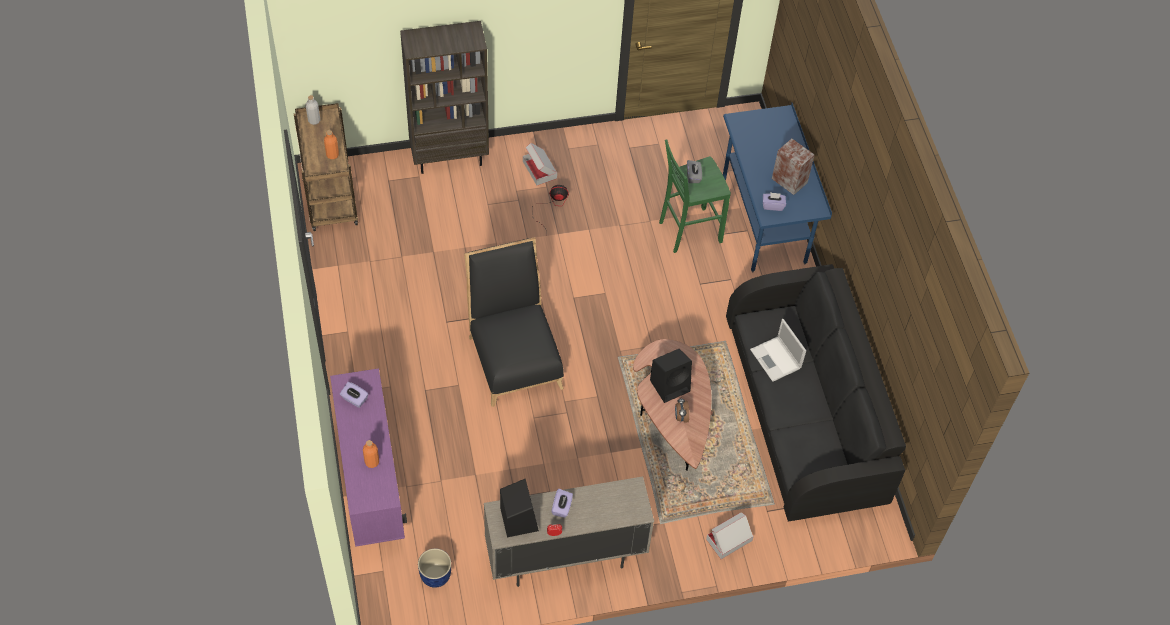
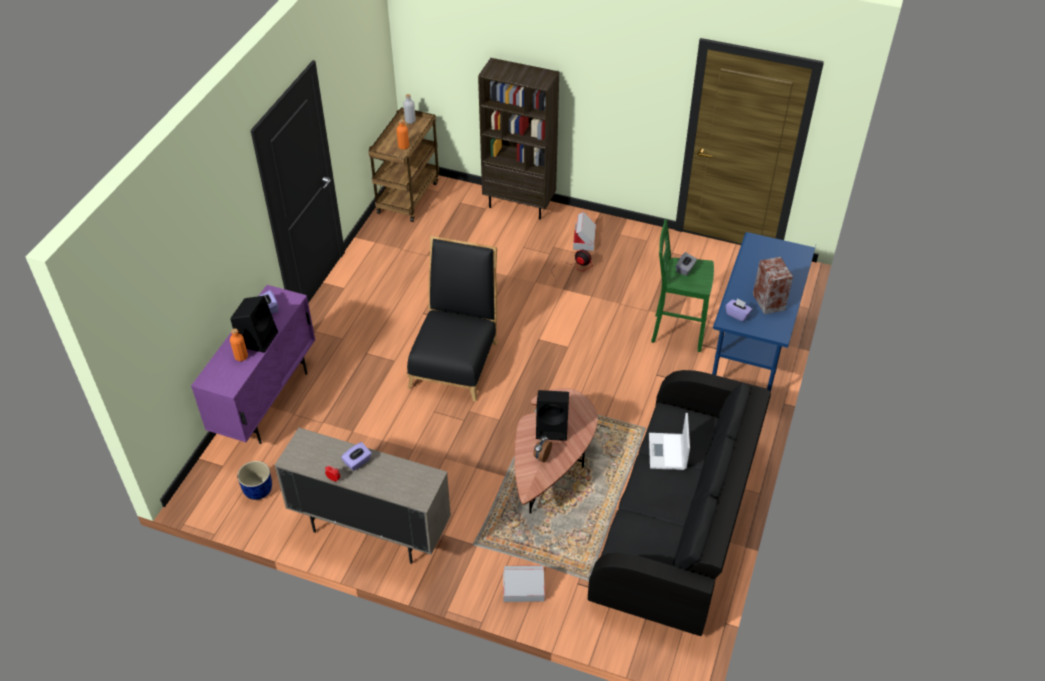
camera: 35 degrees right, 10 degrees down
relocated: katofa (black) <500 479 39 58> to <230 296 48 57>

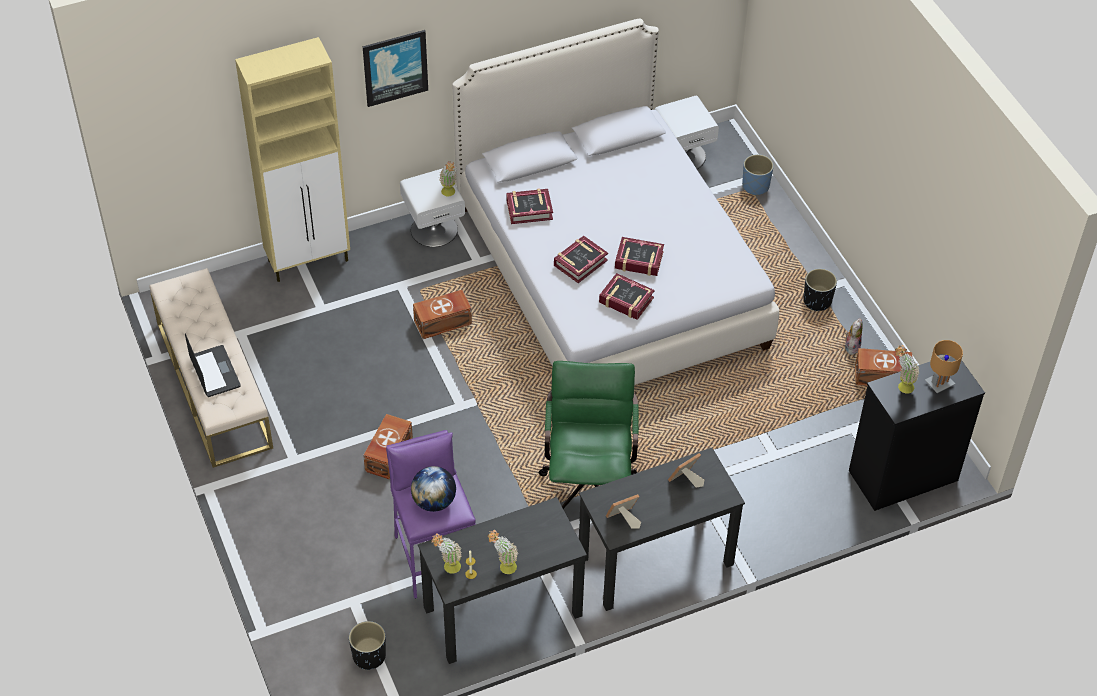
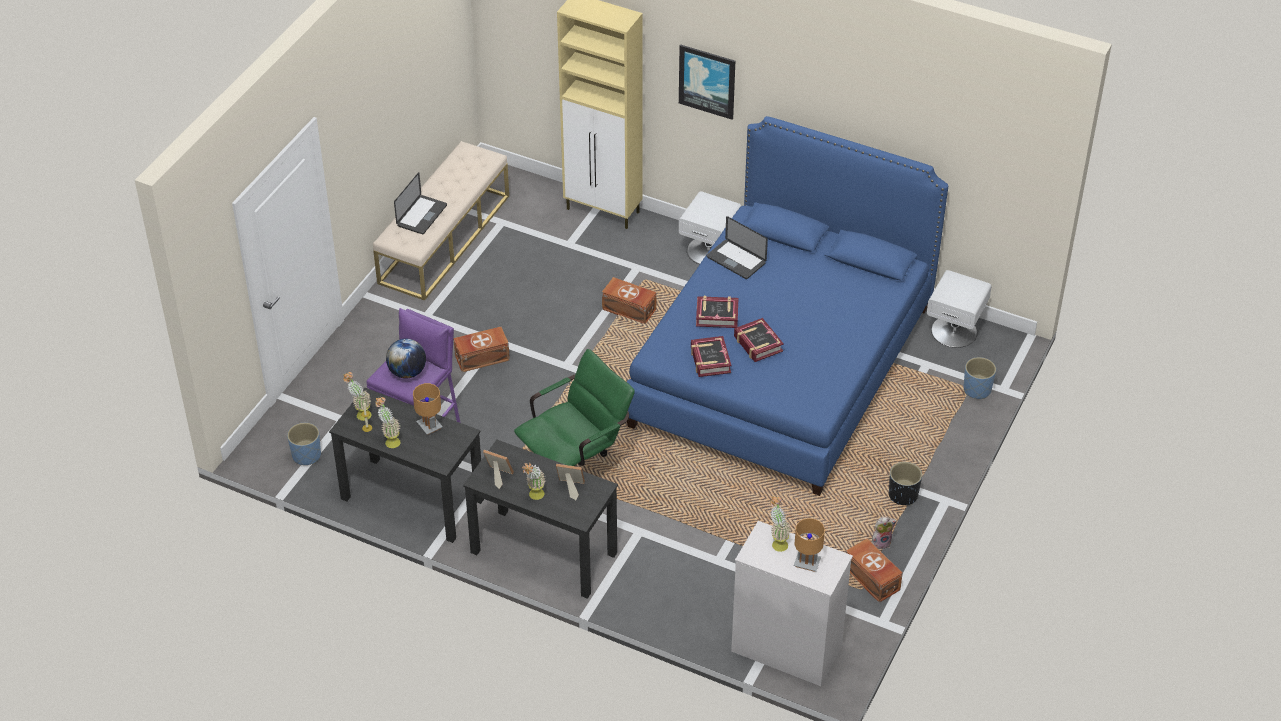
camera: 50 degrees right, 5 degrees down
appeared: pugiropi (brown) <413 383 30 52>
relocated: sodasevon <439 161 18 36> to <522 463 24 37>
exchanged: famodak <506 188 47 36> to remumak <707 216 61 63>
colour: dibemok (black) <349 621 37 49> to dibemok (blue) <287 423 34 42>; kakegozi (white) <453 19 326 366> to kakegozi (blue) <627 116 321 380>; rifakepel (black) <849 357 136 154> to rifakepel (white) <731 521 122 165>

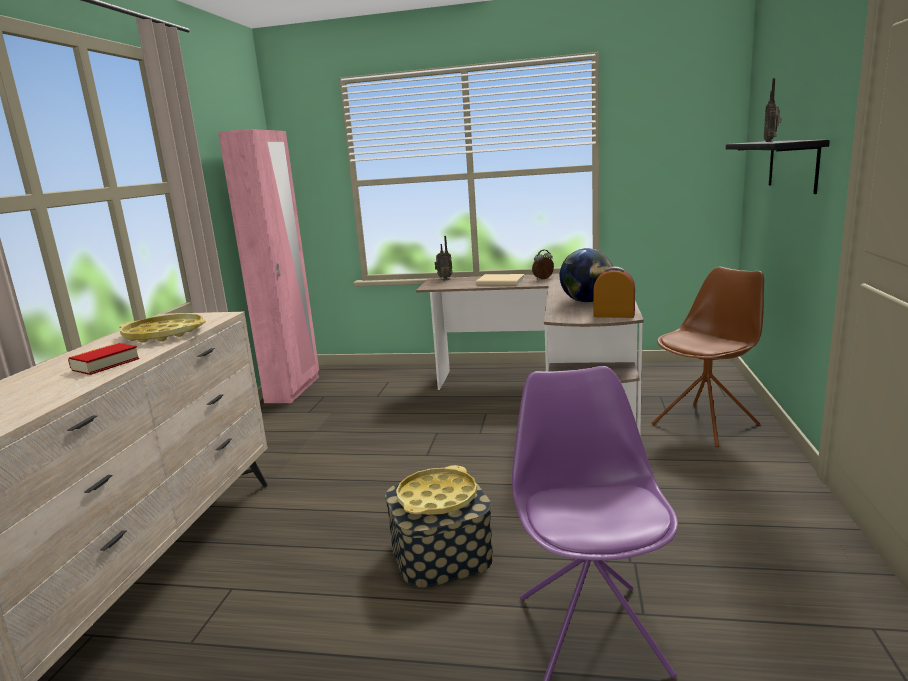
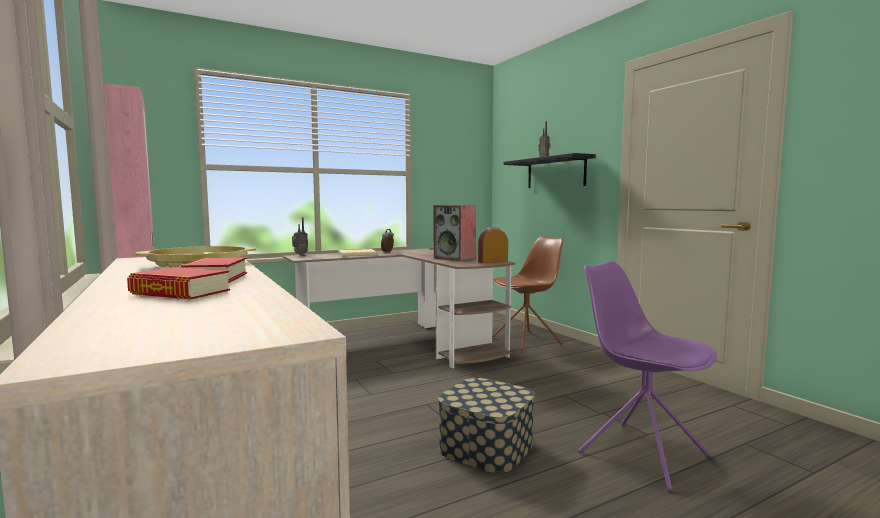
camera: 40 degrees left, 10 degrees down
missing: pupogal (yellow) <396 465 81 50>
appeared: famodak <127 267 103 32>
exchanged: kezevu <560 248 53 54> to katofa <434 205 42 56>
spun: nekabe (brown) <652 267 112 180> = <492 236 71 115> 45 degrees clockwise

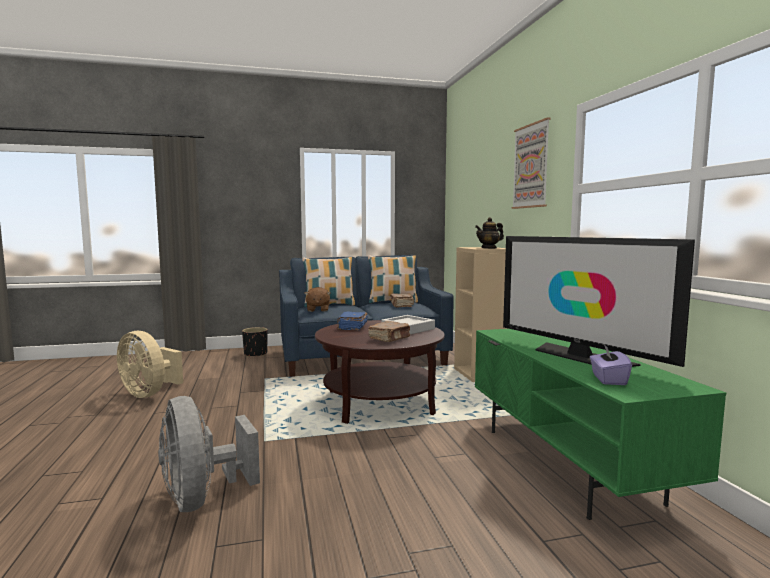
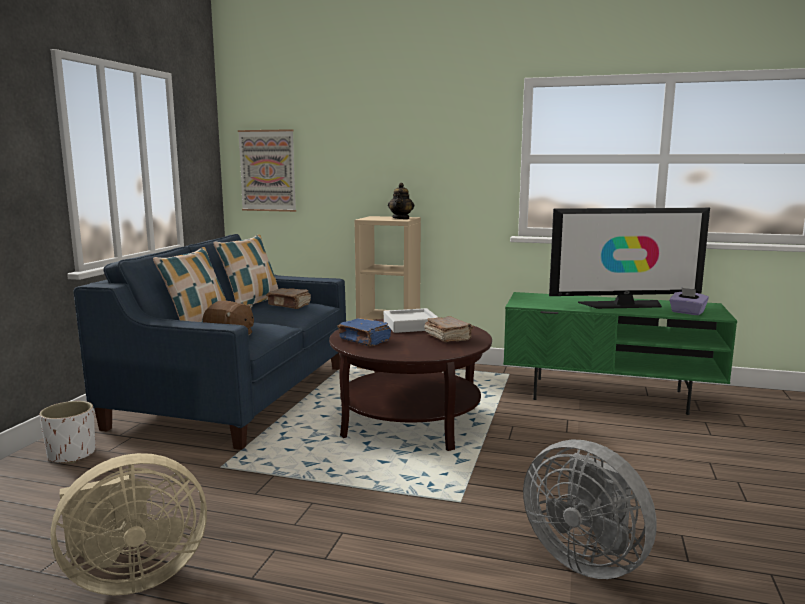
camera: 60 degrees left, 5 degrees up
relocated: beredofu <512 117 39 92> to <238 129 58 83>
colour: dibemok (black) <242 327 26 30> to dibemok (white) <39 401 57 62>
spun: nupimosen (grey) <158 396 102 116> = <523 439 133 140> 45 degrees clockwise

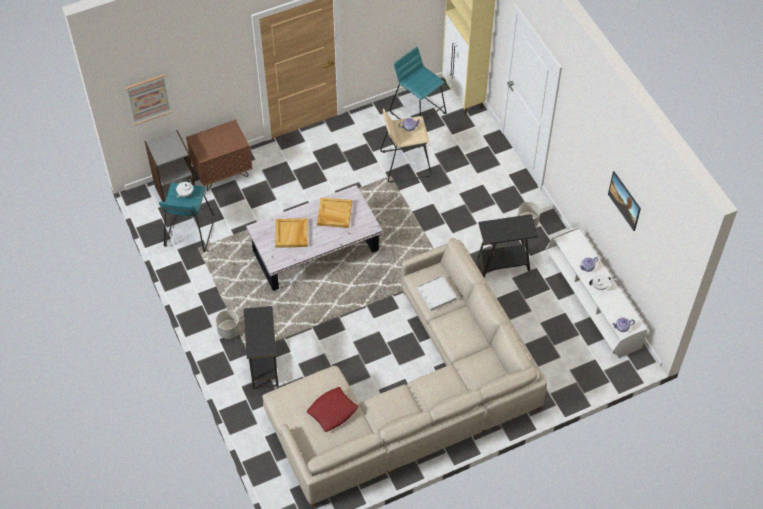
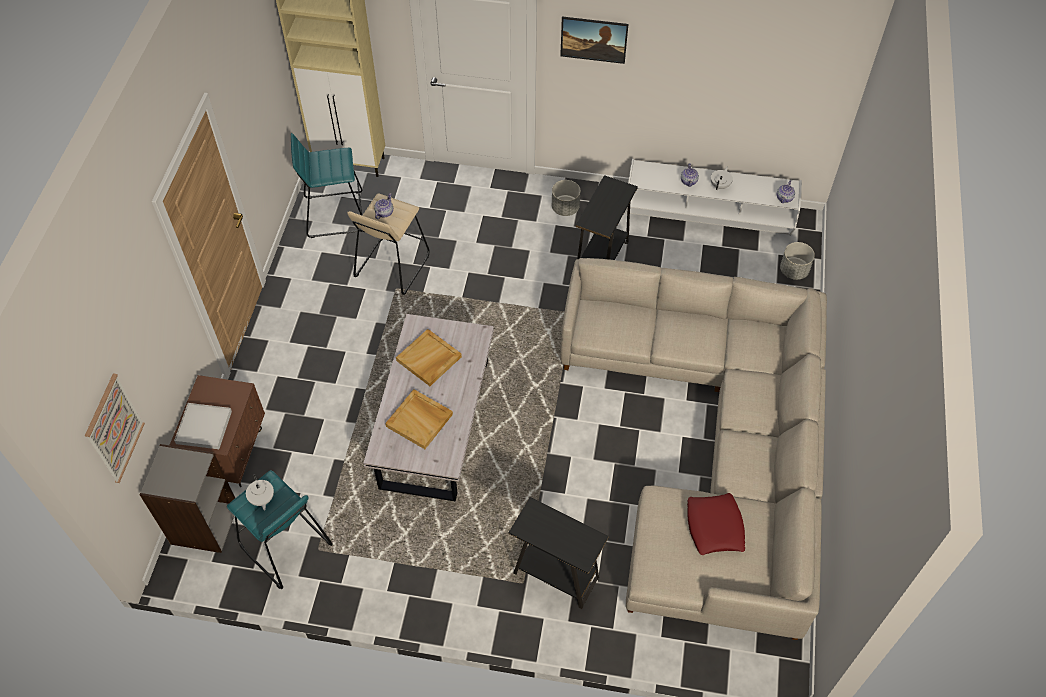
camera: 55 degrees left, 0 degrees up
relocated: pupogal (white) <417 275 40 36> to <174 403 58 46>; beredofu <608 171 33 60> to <560 17 68 47>; dibemok (grey) <216 310 24 29> to <780 242 35 38>

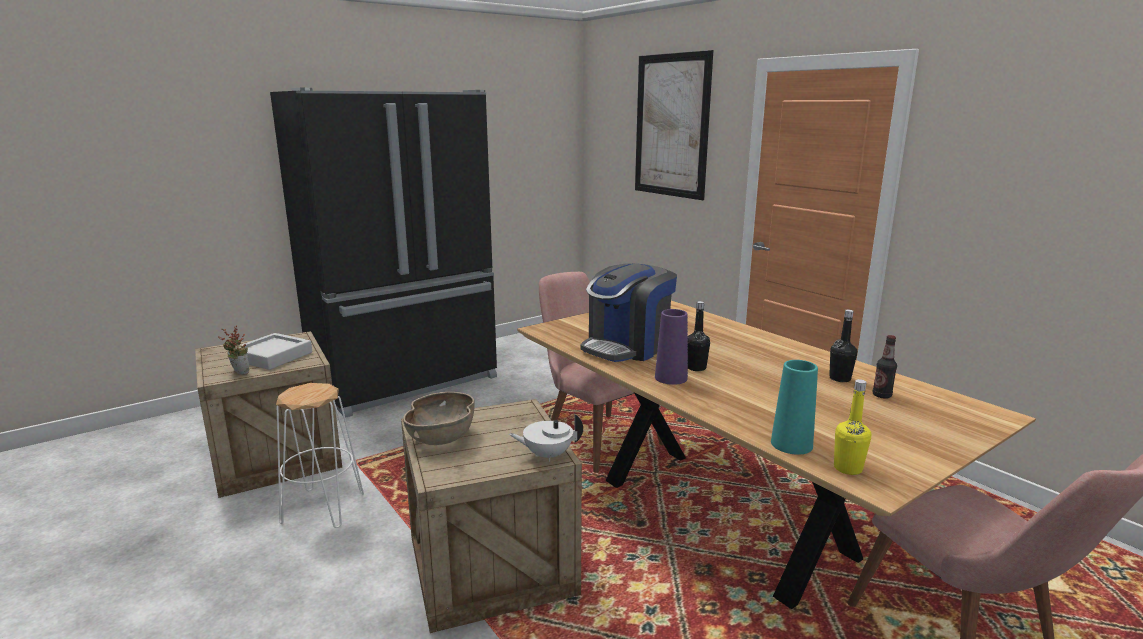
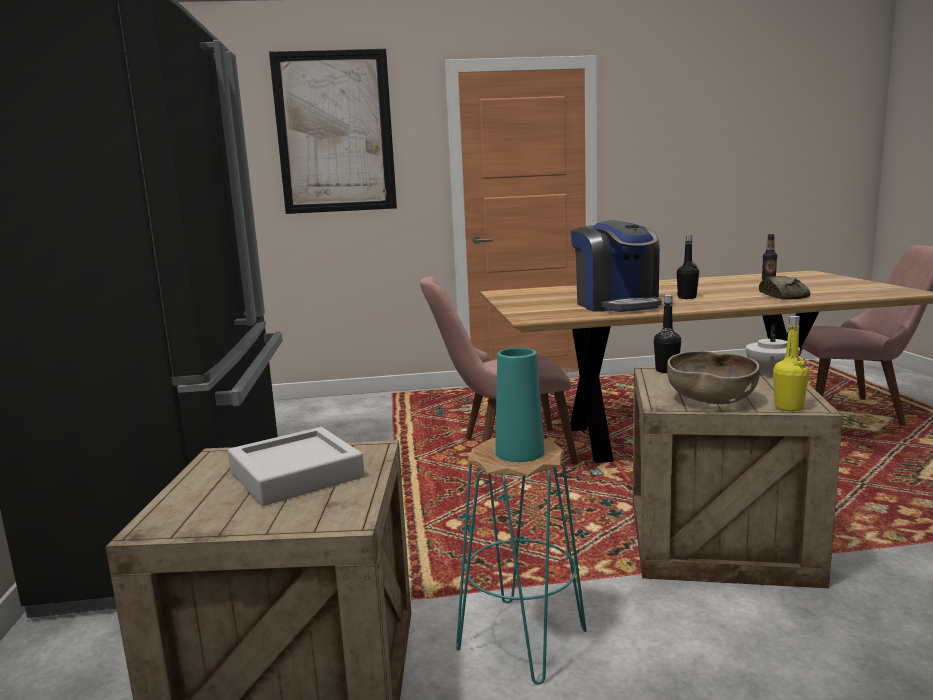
camera: 60 degrees left, 5 degrees down
missing: sodasevon <218 325 31 50>; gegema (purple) <655 309 33 76>
appeared: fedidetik <759 276 52 24>
relocated: gegema (turquoise) <771 360 47 95> to <495 348 49 114>; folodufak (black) <829 309 28 73> to <654 295 27 78>; folodufak (yellow) <834 379 37 96> to <773 316 36 96>
colour: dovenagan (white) <276 383 88 145> to dovenagan (turquoise) <456 438 131 247>

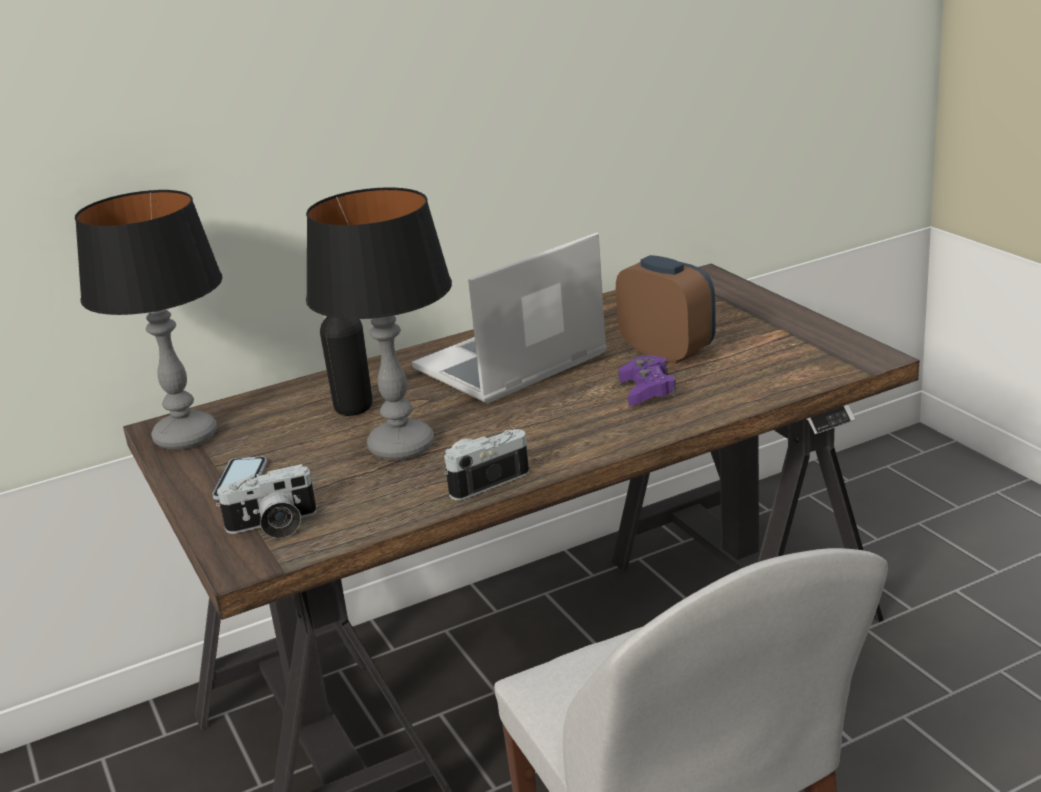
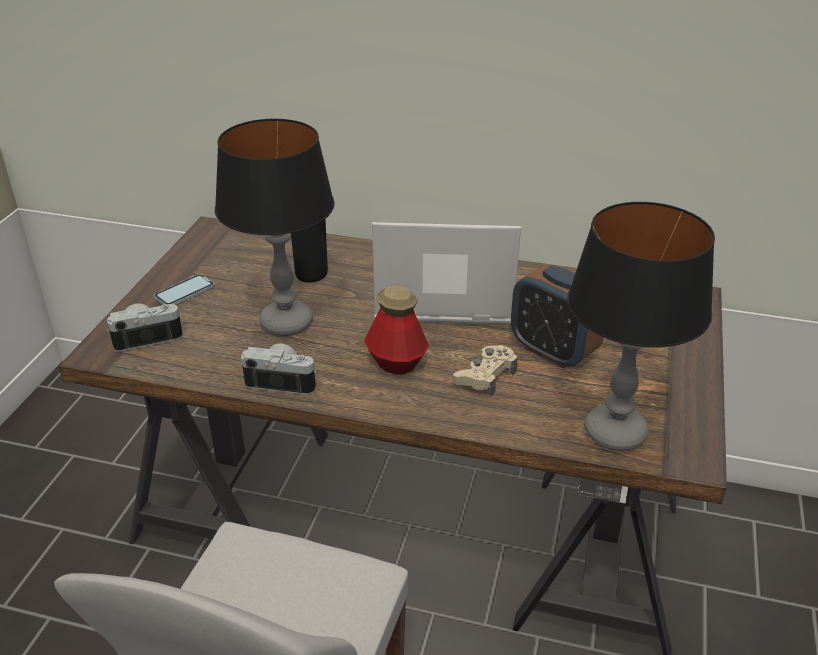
camera: 40 degrees right, 10 degrees up
appeared: folodufak <364 286 65 89>
relocated: pugiropi <75 190 147 260> to <567 202 148 249>
colour: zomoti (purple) <619 355 58 51> to zomoti (beige) <453 345 64 52>
spun: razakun <216 464 101 74> = <106 303 77 49> 135 degrees clockwise; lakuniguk <616 255 100 109> = <511 264 93 105> 135 degrees clockwise

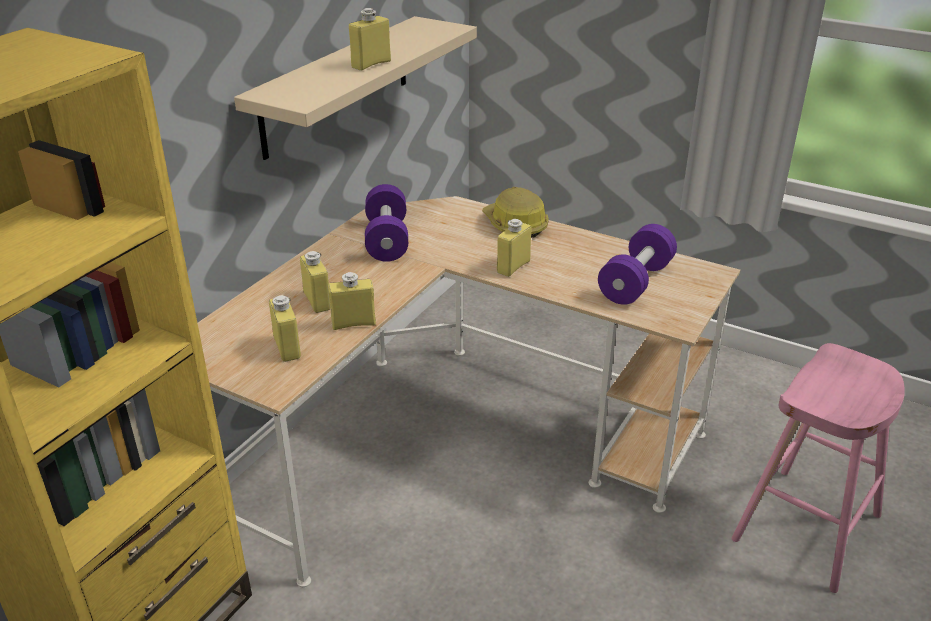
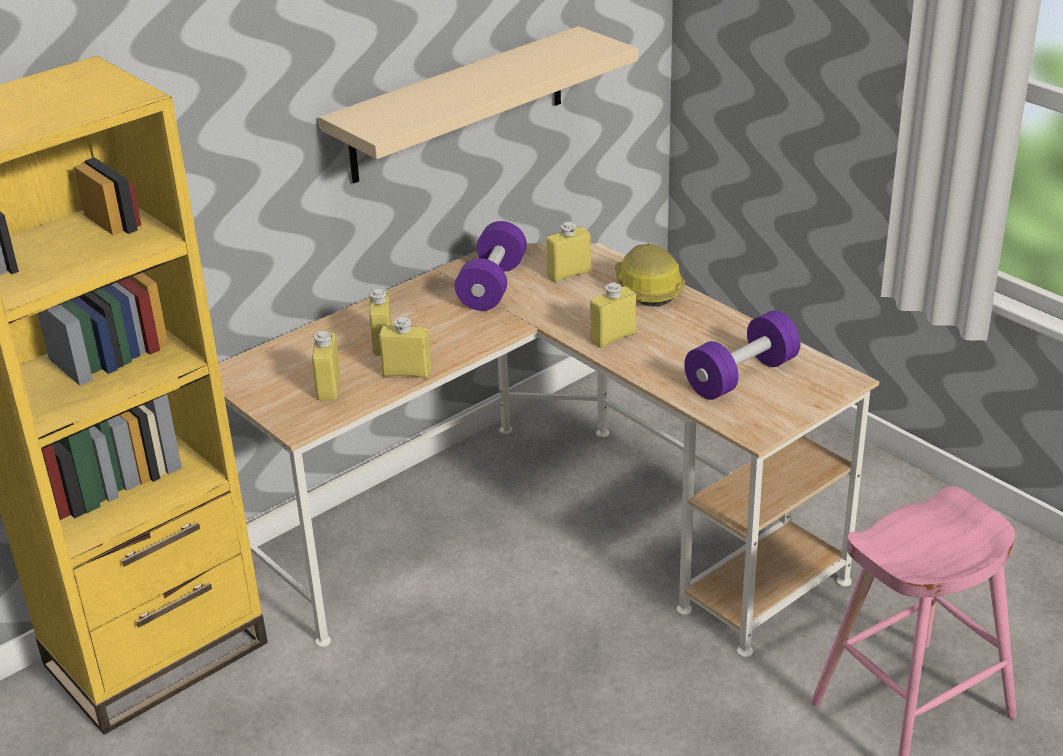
camera: 20 degrees right, 0 degrees up
relocated: folodufak (yellow) <349 8 42 63> to <546 222 45 61>

